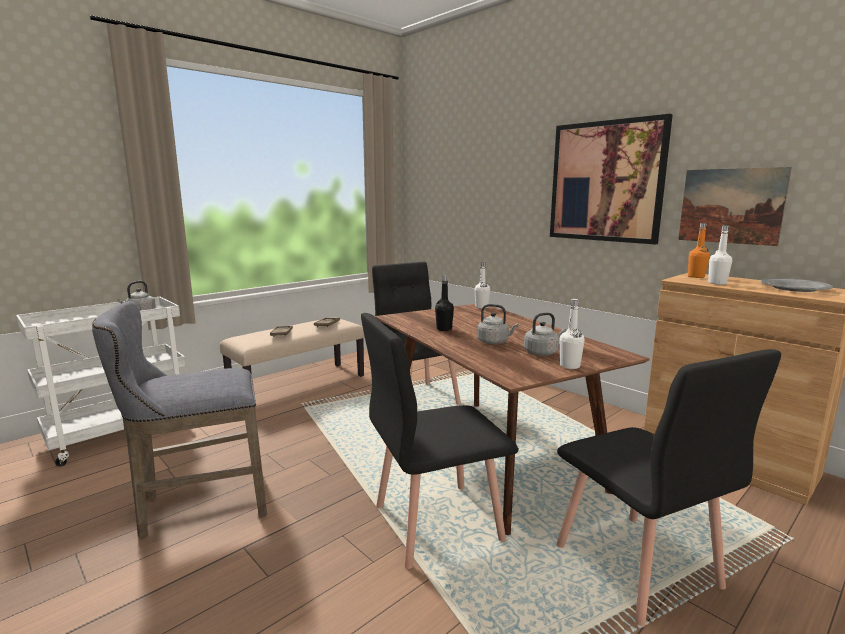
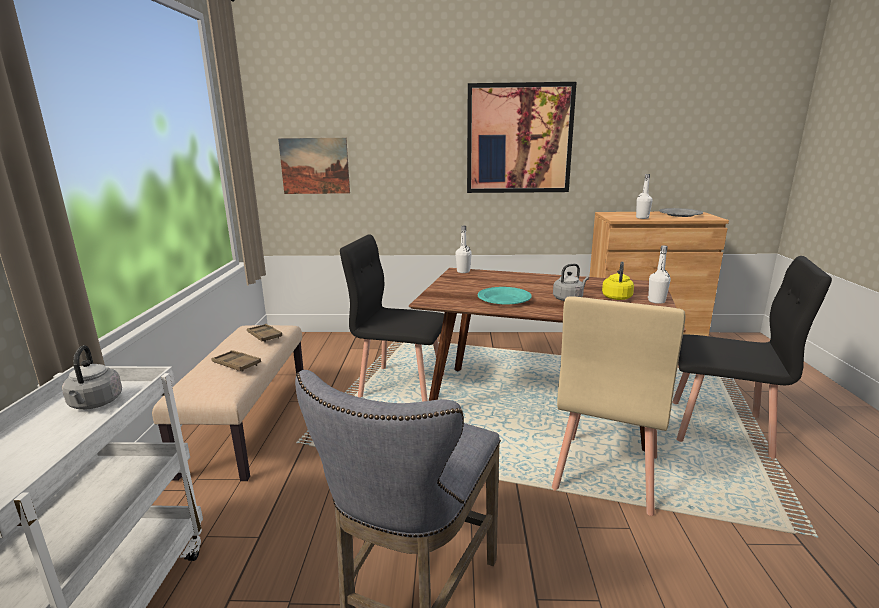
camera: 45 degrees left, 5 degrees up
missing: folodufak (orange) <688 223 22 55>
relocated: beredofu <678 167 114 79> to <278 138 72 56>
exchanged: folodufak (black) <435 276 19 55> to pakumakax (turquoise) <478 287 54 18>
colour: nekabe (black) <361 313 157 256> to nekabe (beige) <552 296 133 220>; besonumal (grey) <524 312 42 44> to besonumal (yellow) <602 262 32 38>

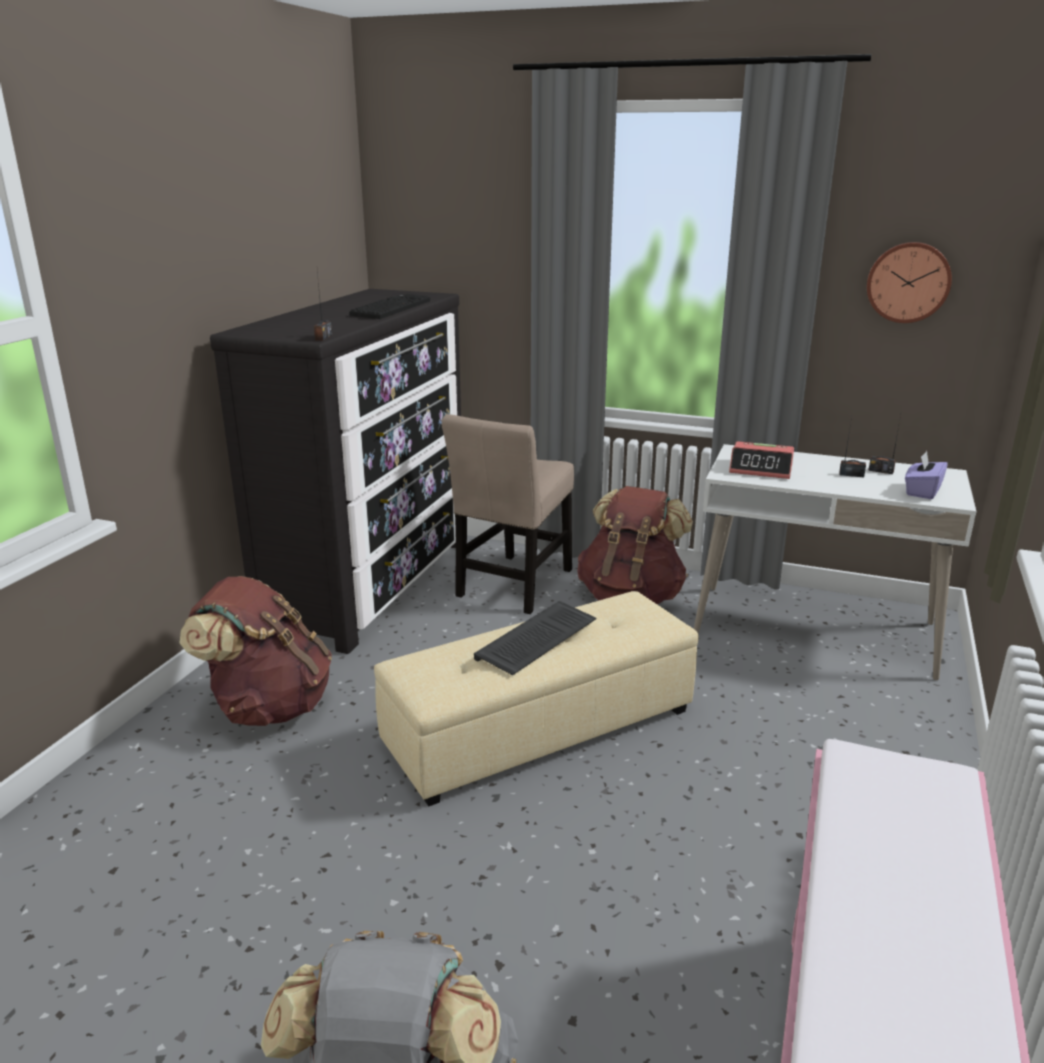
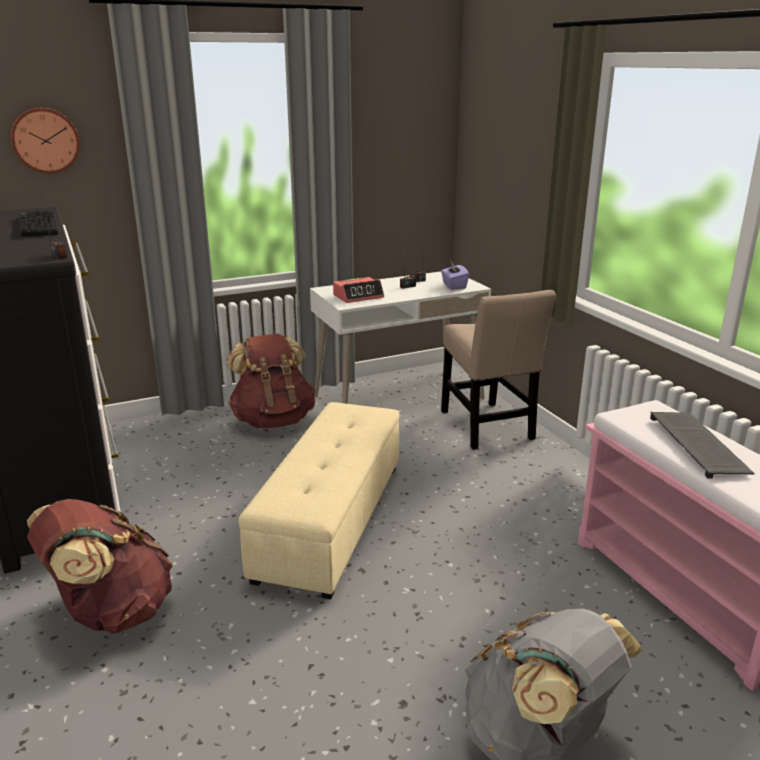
camera: 45 degrees left, 0 degrees up
relocated: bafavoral <867 242 85 81> to <11 108 69 66>; nekabe (beige) <441 414 133 200> to <441 290 115 160>; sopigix <474 601 123 74> to <650 412 105 67>

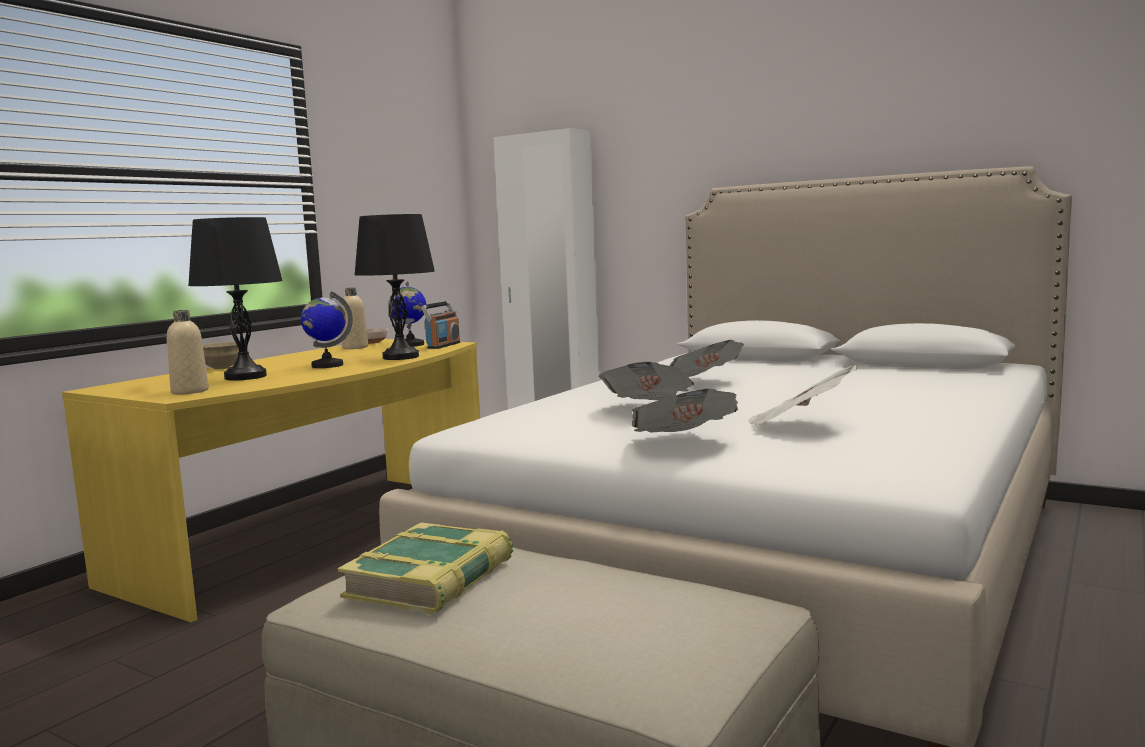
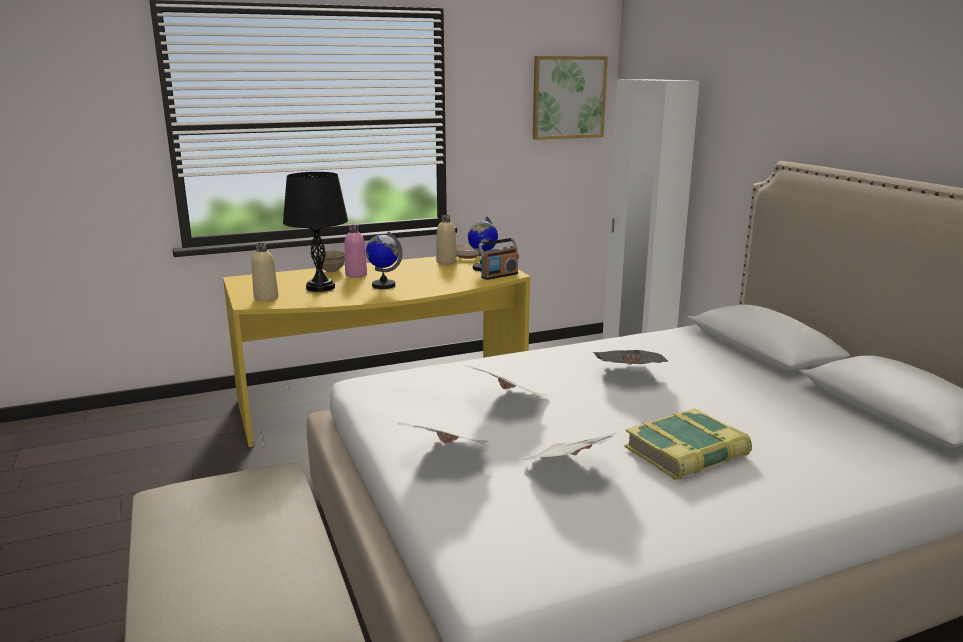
camera: 35 degrees right, 10 degrees up
missing: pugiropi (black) <354 214 81 146>
appeared: folodufak (pink) <344 225 23 53>; beredofu <533 56 75 84>
relocated: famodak <338 523 175 91> to <625 408 127 72>

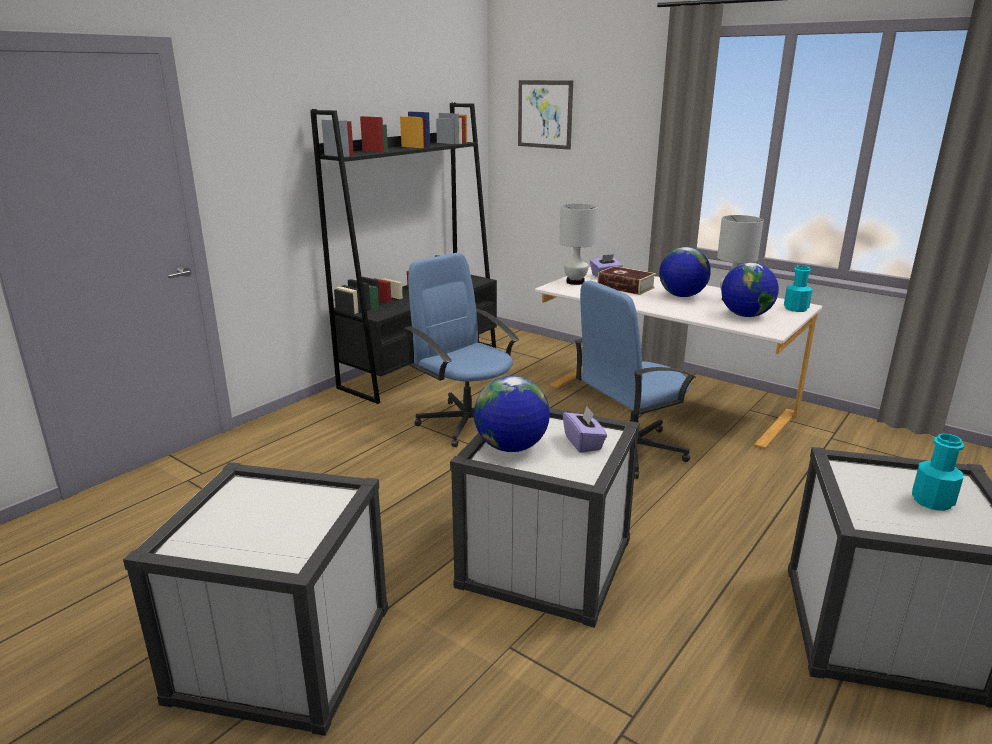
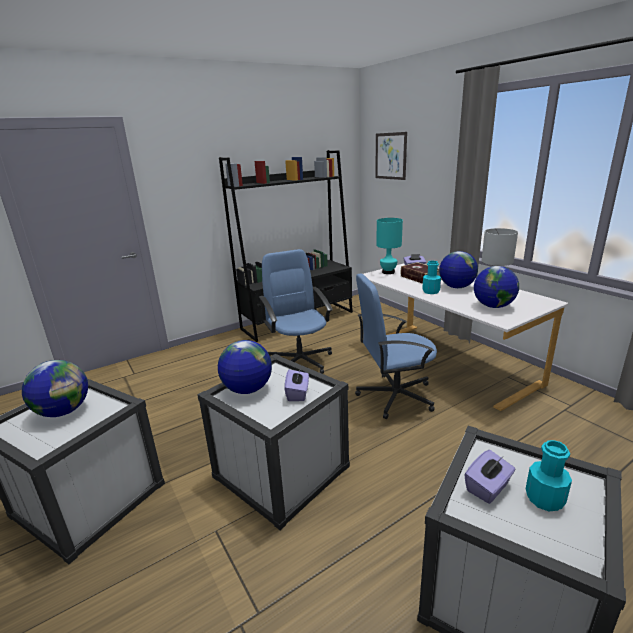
camera: 20 degrees right, 0 degrees up
appeared: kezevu <22 360 66 57>; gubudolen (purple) <465 450 50 54>
relocated: folodufak (turquoise) <784 265 28 47> to <422 261 19 33>
colour: pugiropi (white) <559 204 38 81> to pugiropi (turquoise) <377 218 26 56>

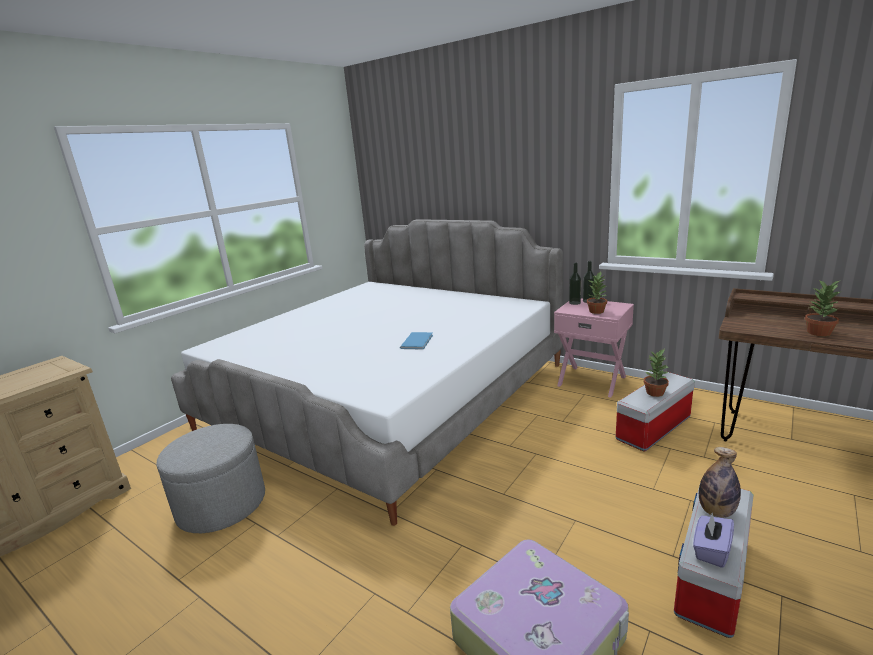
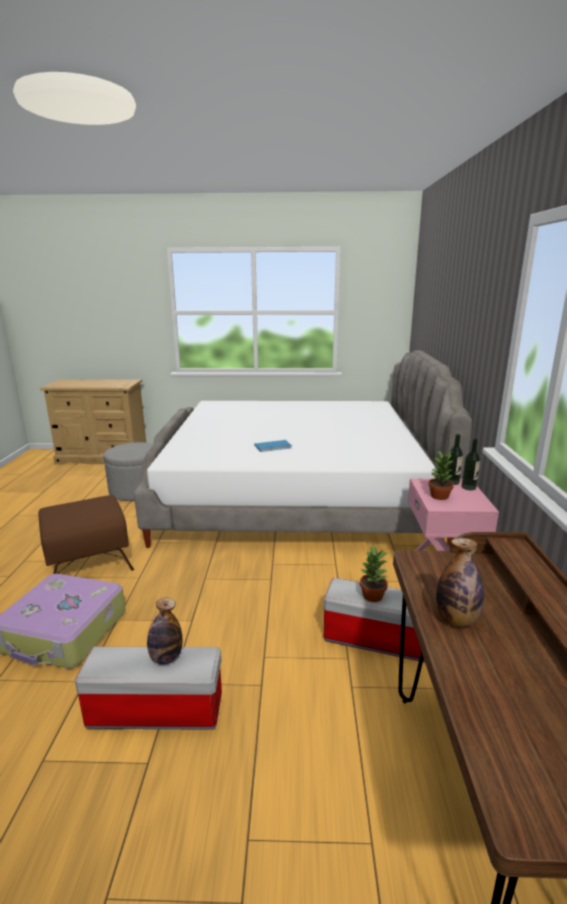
camera: 55 degrees right, 0 degrees up
missing: gubudolen (purple) <693 513 41 55>
appeared: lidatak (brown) <38 495 96 79>
exchanged: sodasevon <805 280 35 56> to folodufak <436 538 48 89>

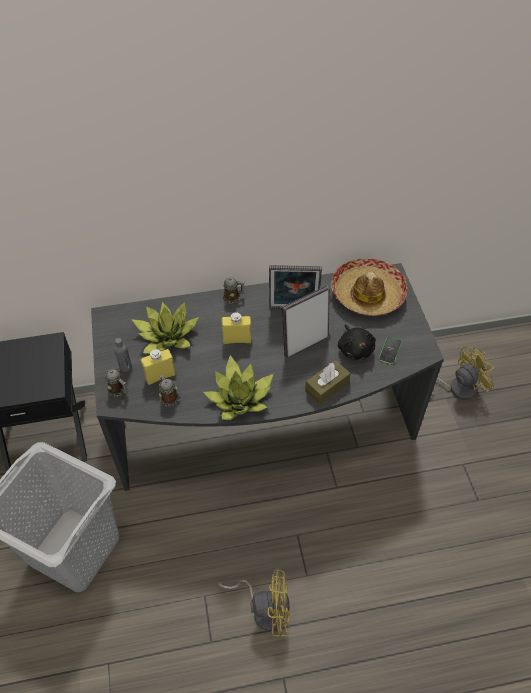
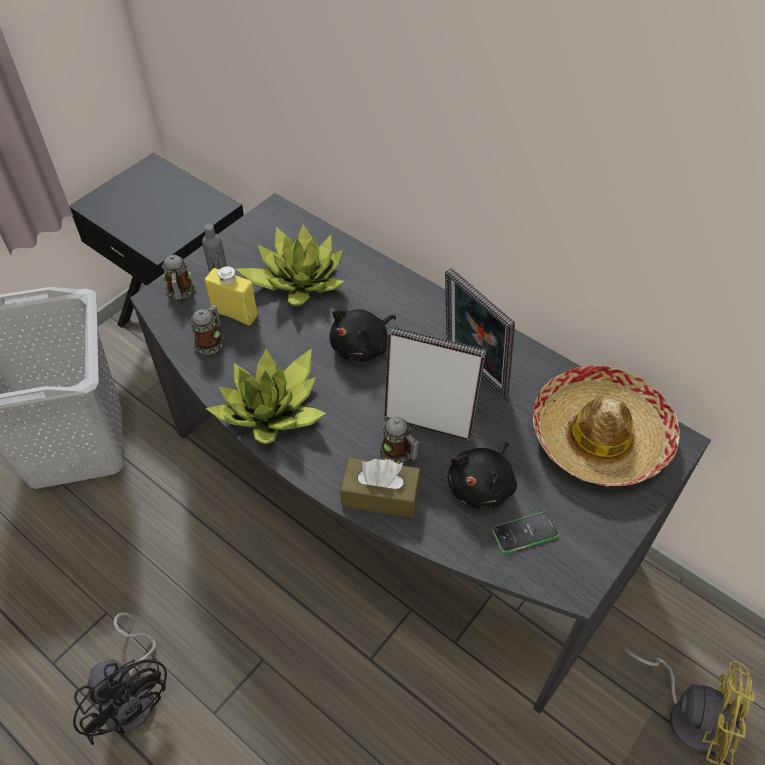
camera: 50 degrees right, 0 degrees up
relocated: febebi <222 277 23 27> to <379 417 40 47>
exchanged: folodufak (yellow) <222 312 29 32> to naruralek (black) <329 309 67 52>
colour: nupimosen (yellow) <218 569 72 68> to nupimosen (black) <73 612 94 133>

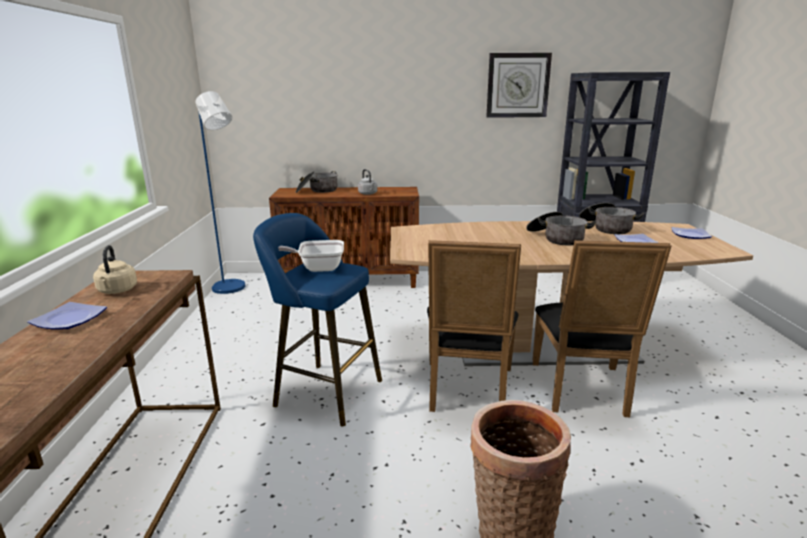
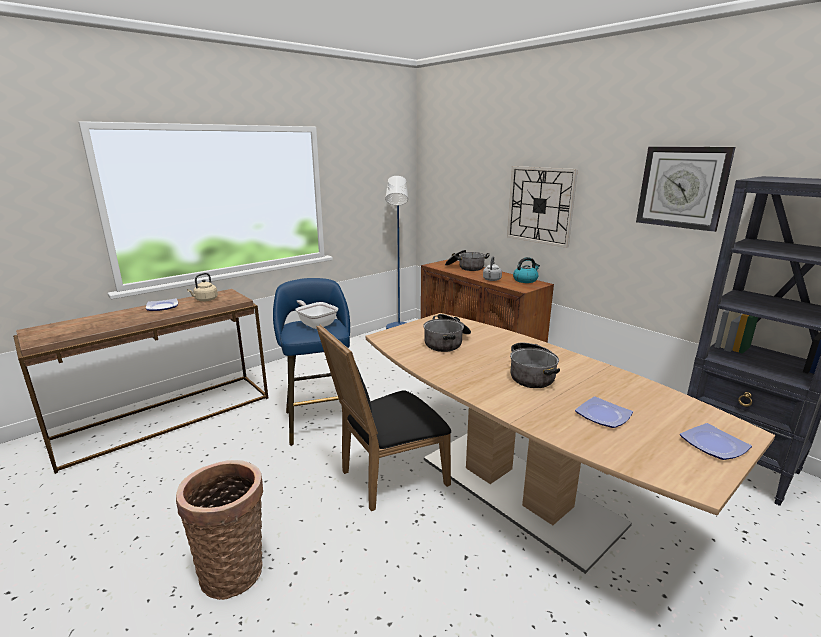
camera: 50 degrees right, 0 degrees up
missing: nekabe (black) <533 240 139 177>
appeared: bafavoral <507 166 71 82>; besonumal <513 257 27 26>
relocated: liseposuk <579 203 65 31> to <423 314 48 38>

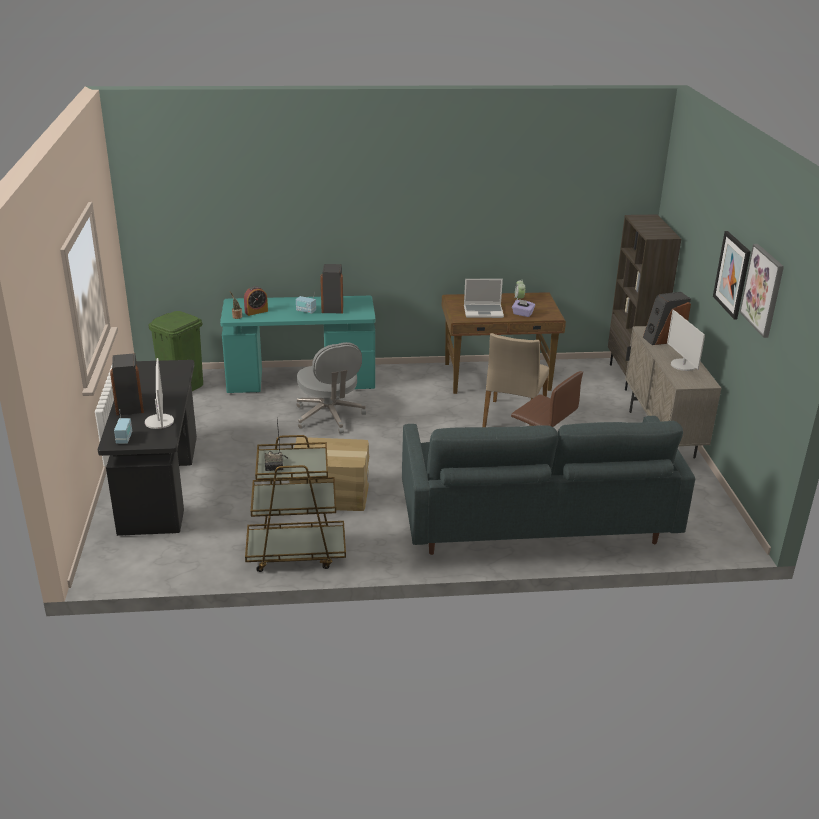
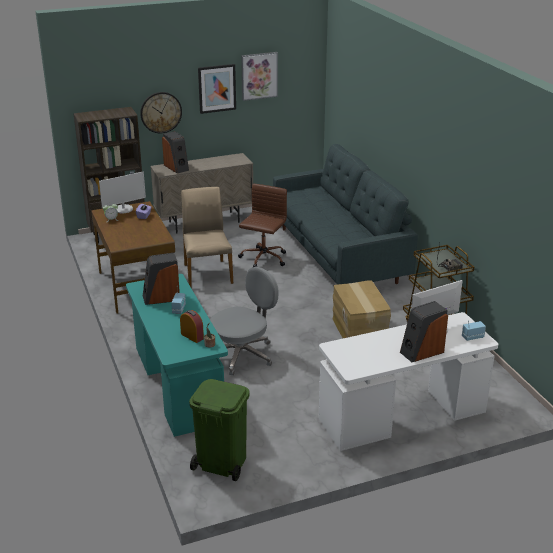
camera: 105 degrees left, 0 degrees up
missing: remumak <464 279 40 39>
appeared: bafavoral <140 92 42 42>
relocated: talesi <667 310 38 61> to <99 172 47 41>
colour: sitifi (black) <98 360 99 176> to sitifi (white) <319 312 179 139>
spun: nekabe (beige) <482 333 67 94> = <181 187 52 101> 105 degrees counterclockwise

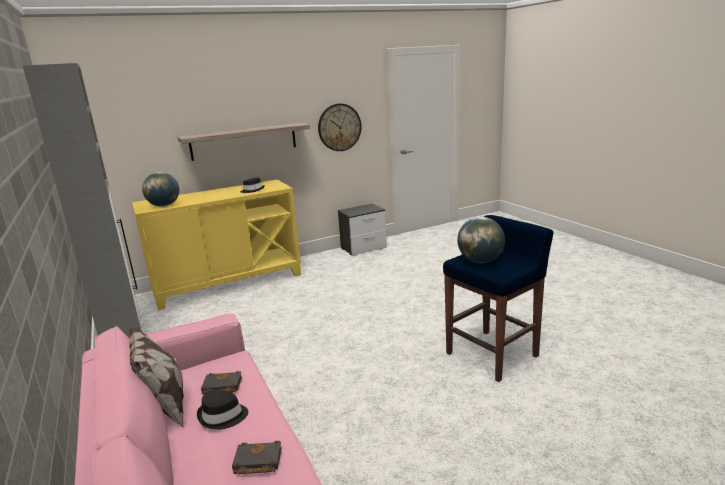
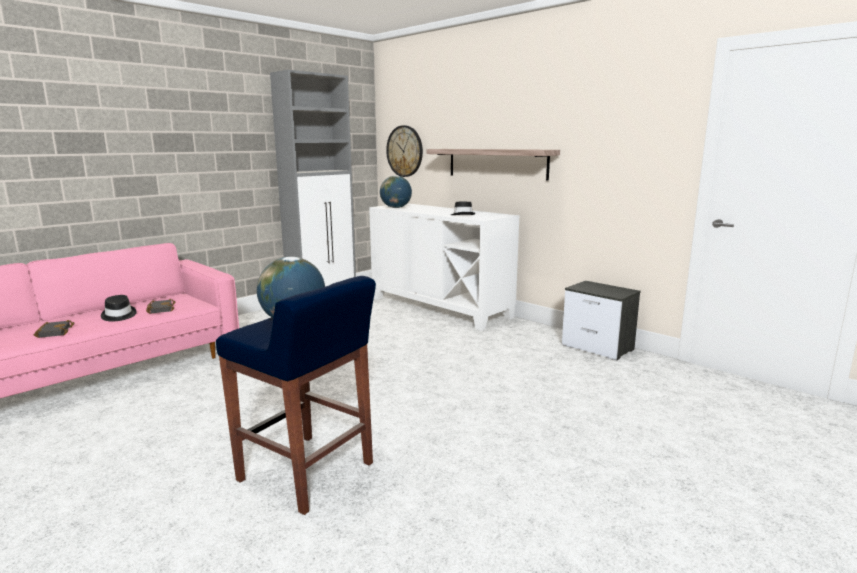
camera: 70 degrees right, 5 degrees down
missing: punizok <129 325 55 103>
relocated: bafavoral <318 104 44 47> to <386 125 37 52>
colour: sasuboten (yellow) <132 180 169 130> to sasuboten (white) <369 203 150 128>

